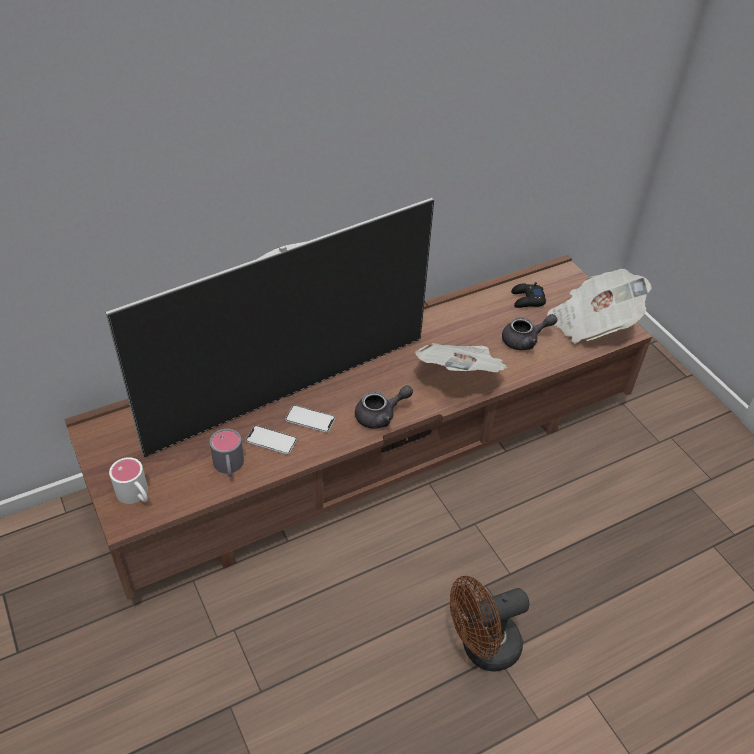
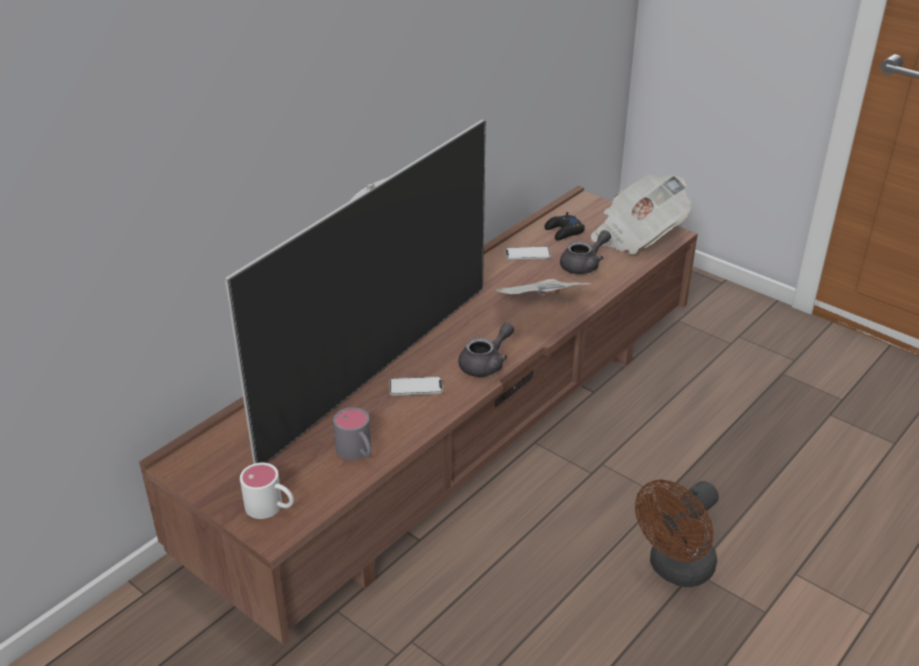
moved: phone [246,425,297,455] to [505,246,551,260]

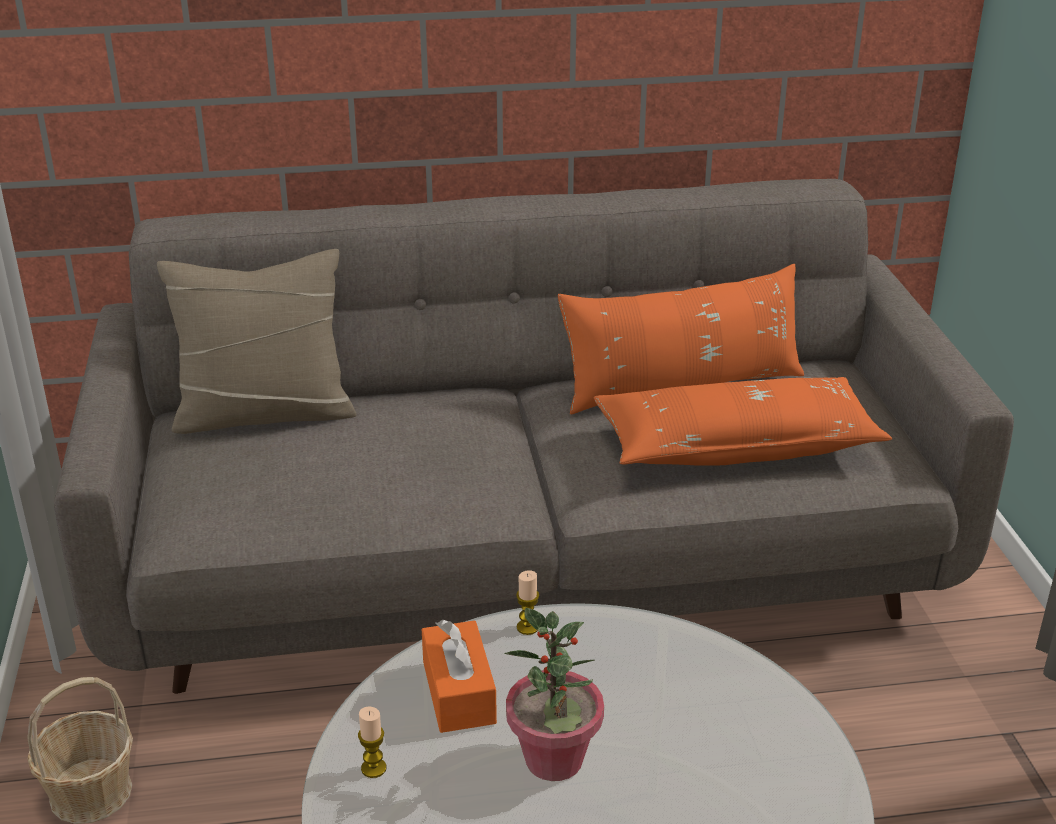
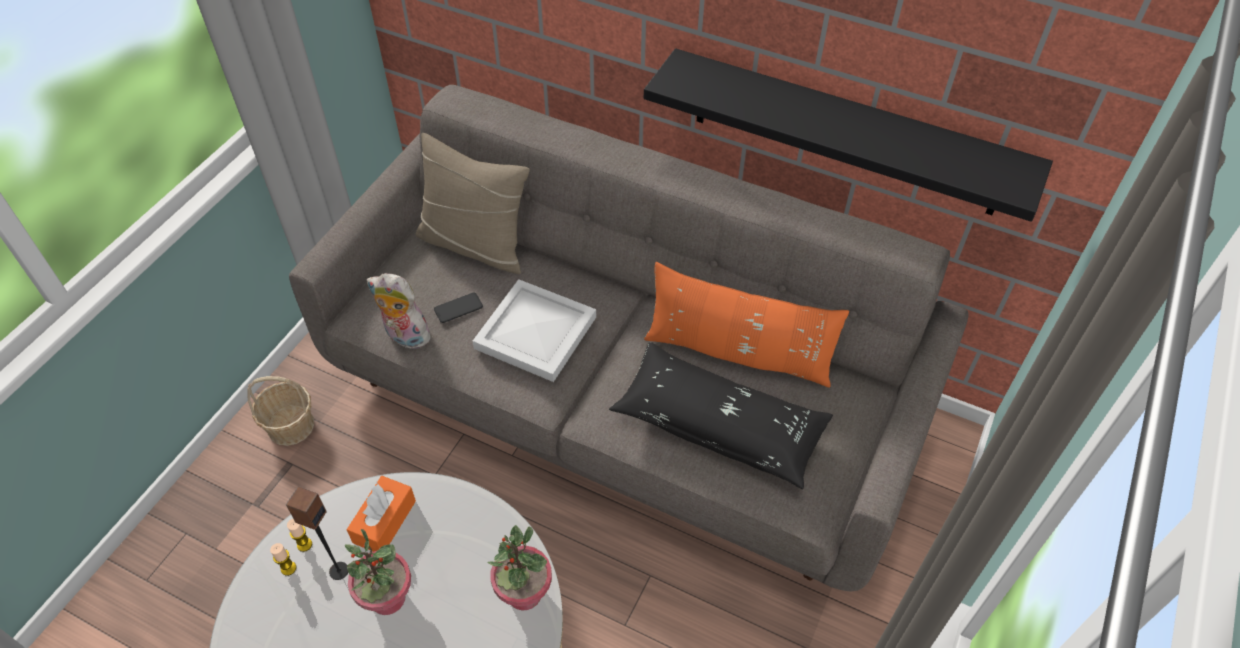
added: audio speaker [286,487,348,580]; soft toy [367,273,431,349]; phone [434,293,483,323]; carrying tray in white [472,279,596,382]; houseplant [487,525,552,610]; bracket shelf in blackish [644,48,1053,222]
moved: wax candle [516,570,539,635] to [270,543,296,576]
recoloured: throw pillow in orange [594,377,892,466] to throw pillow in blackish [609,342,833,489]

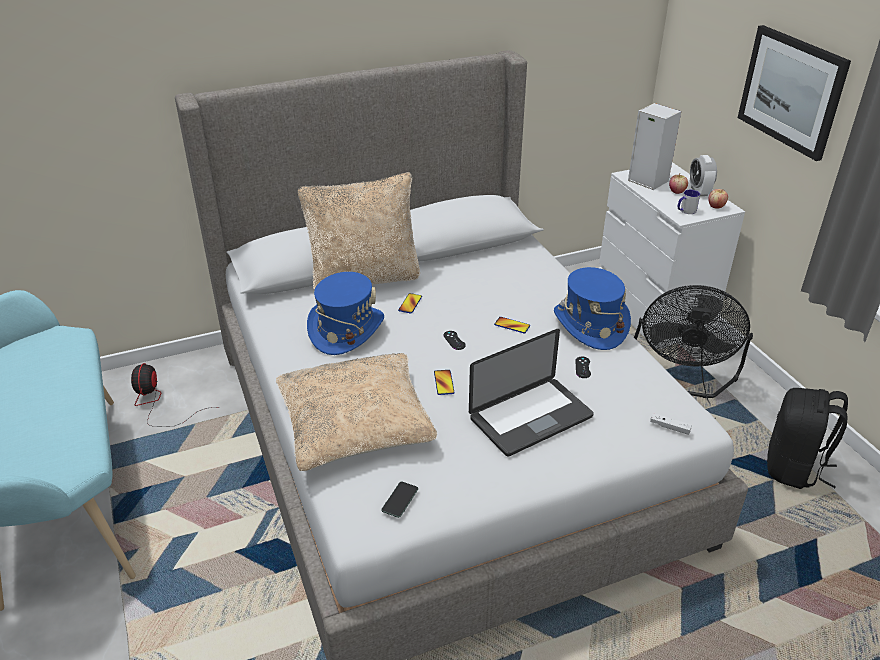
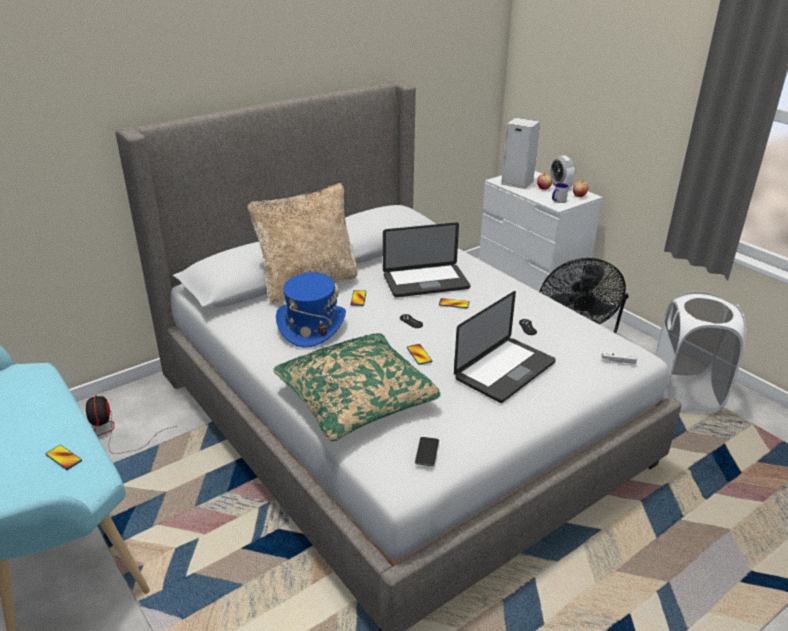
removed: wearable hat in bluish [554,267,631,350]; wall picture [738,25,851,161]
added: phone [45,445,82,470]; portable computer [383,222,471,297]
replaced: rucksack in blackish [767,388,848,489] to laundry basket in white [655,291,746,415]
recoloured: throw pillow in beige [276,353,437,471] to throw pillow in greenish [273,333,441,442]

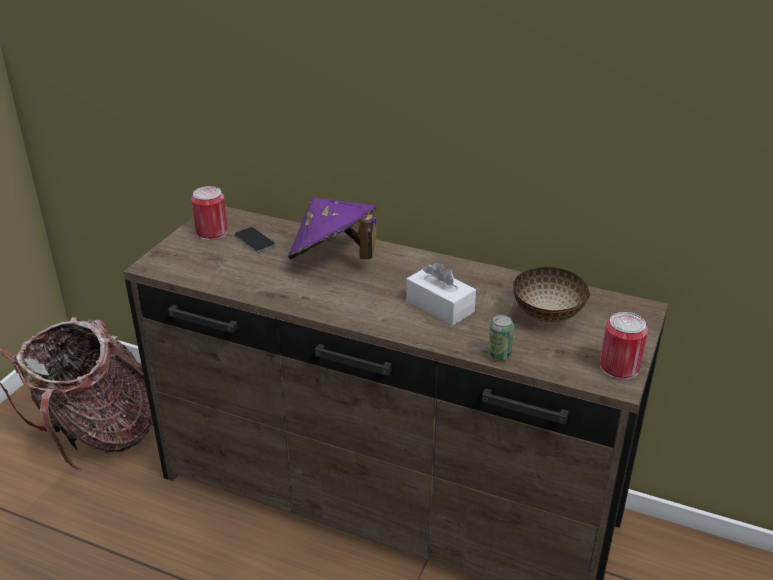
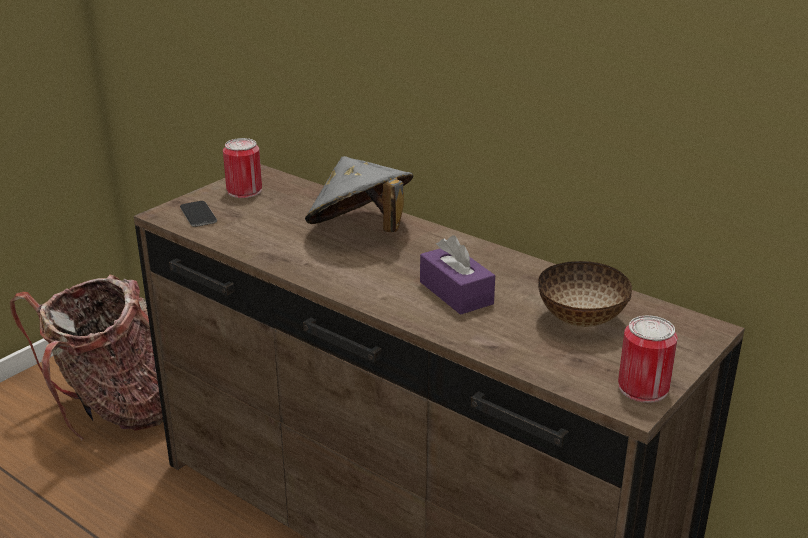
removed: metal can [488,315,514,361]
moved: phone [234,227,275,252] to [180,201,217,227]
recoloured: wearable hat in purplish [288,197,377,259] to wearable hat in gray [305,156,413,232]; box of tissues in white [406,261,476,326] to box of tissues in purplish [420,235,495,315]

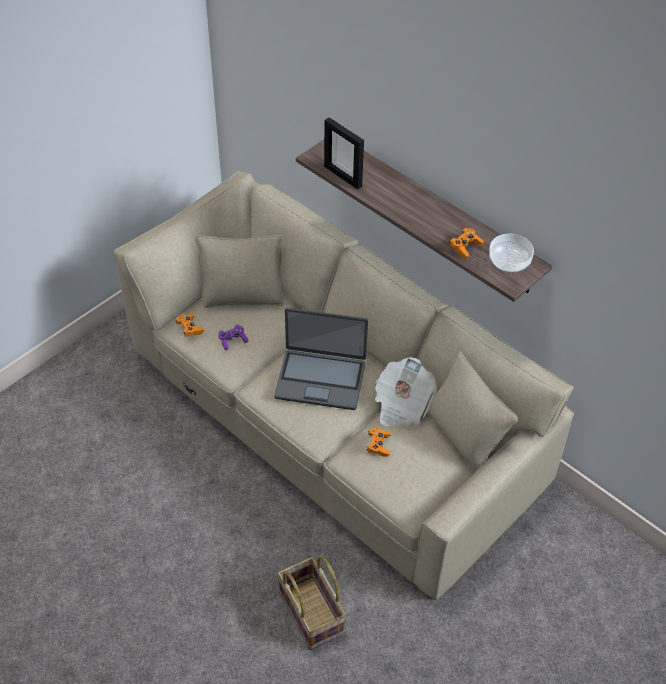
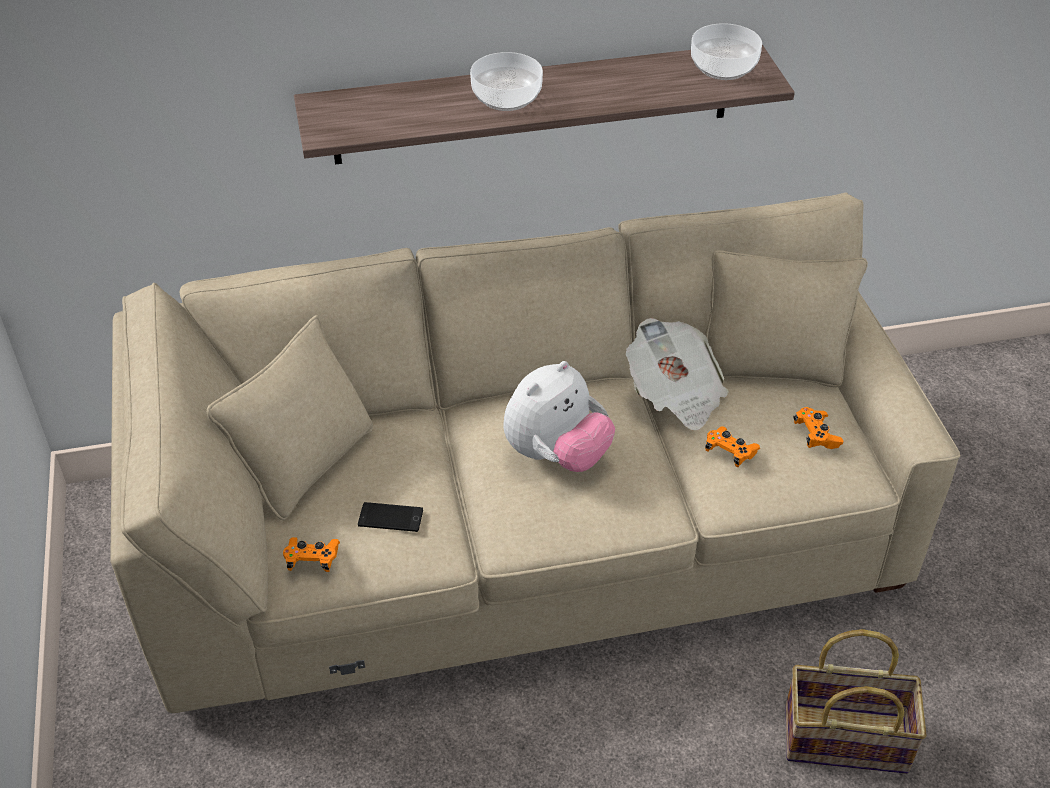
removed: standing frame [324,118,364,190]
added: bowl [470,52,543,111]
moved: joypad in orange [449,228,484,259] to [793,407,844,449]
replaced: joypad in purplish [218,325,249,350] to phone [358,502,423,532]; portable computer [274,308,368,410] to soft toy [503,361,615,472]

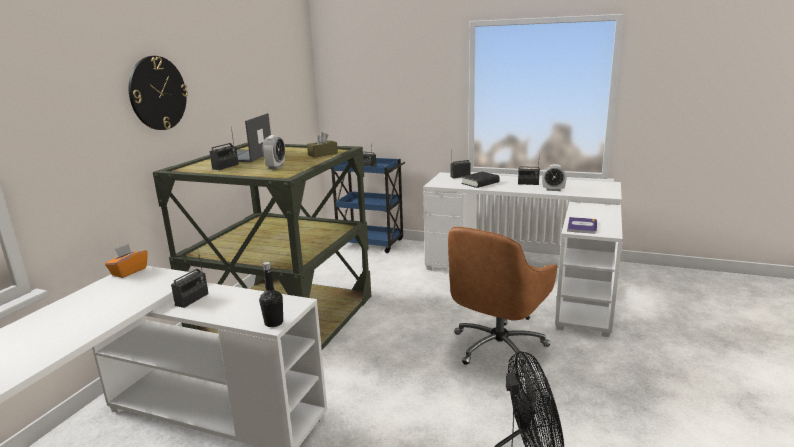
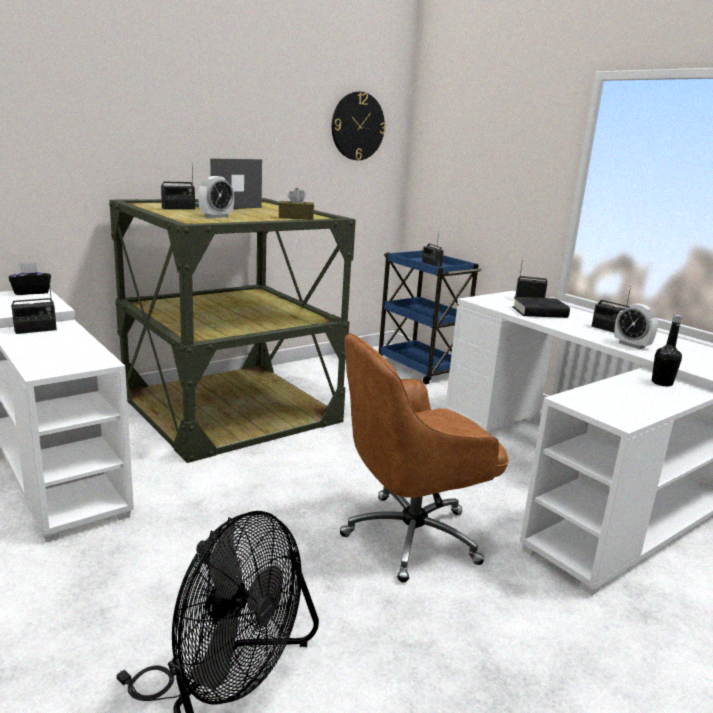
removed: book [567,217,597,234]
moved: clock on the wall [129,56,188,130] to [332,92,386,160]; beverage bottle in blackish [259,262,283,327] to [652,315,682,386]
recoloured: box of tissues in orange [105,244,148,278] to box of tissues in blackish [8,263,51,295]

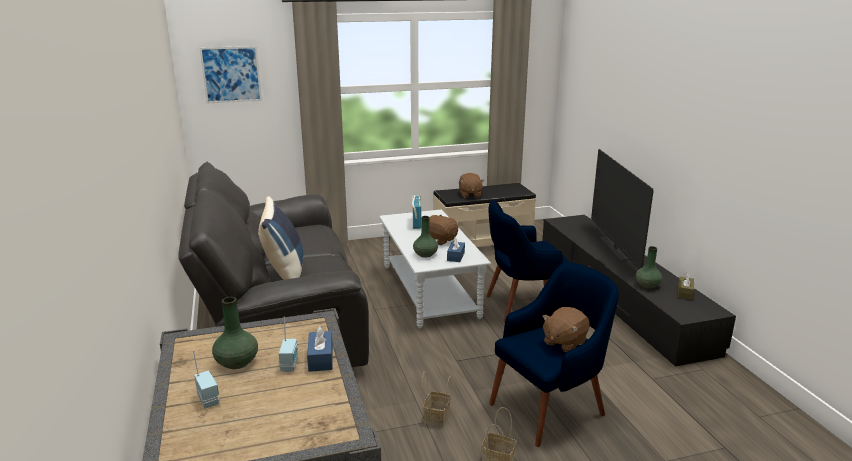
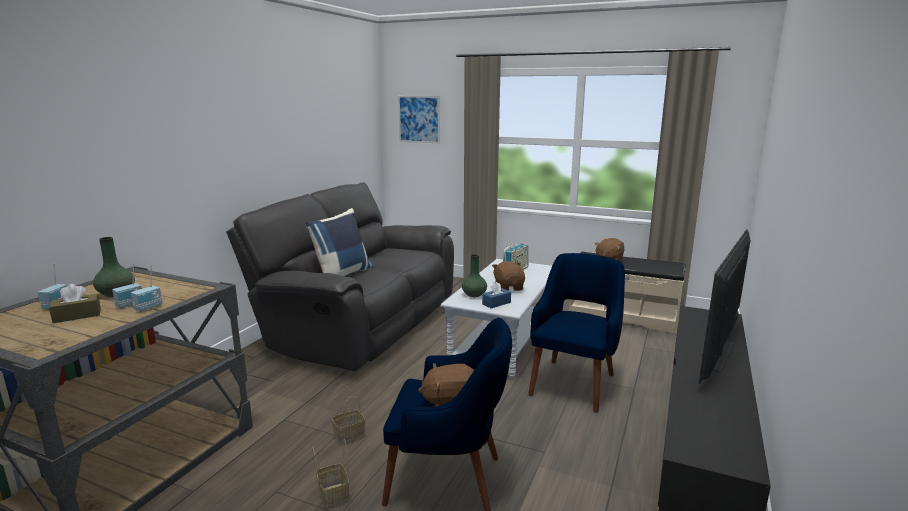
removed: vase in greenish [635,246,662,289]
moved: box of tissues in brown [678,273,694,300] to [49,284,101,323]
replaced: box of tissues in bluish [307,325,333,372] to radio [131,265,162,312]
turned: easy chair in bluish [486,199,570,322] = [528,253,625,413] 90 degrees clockwise

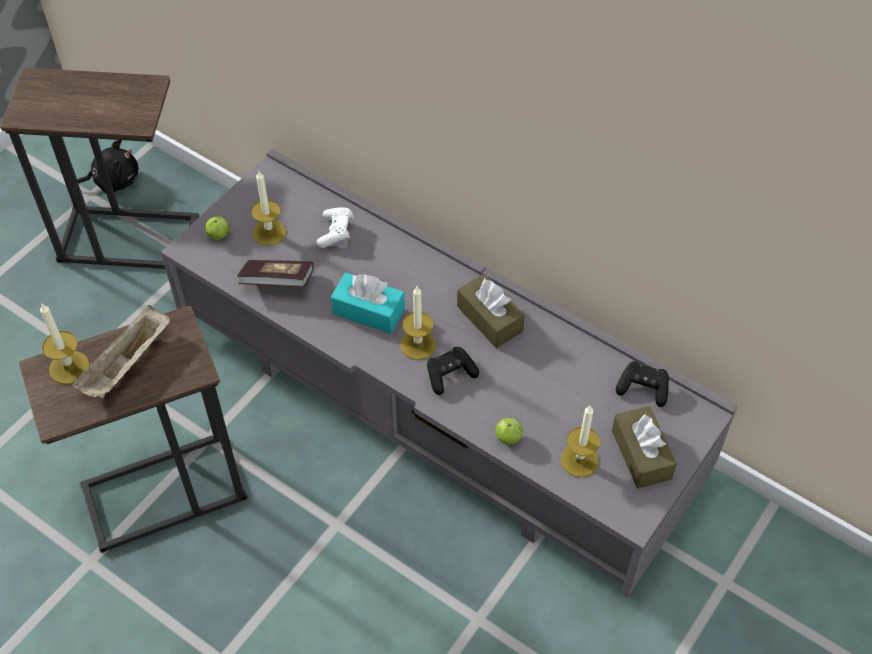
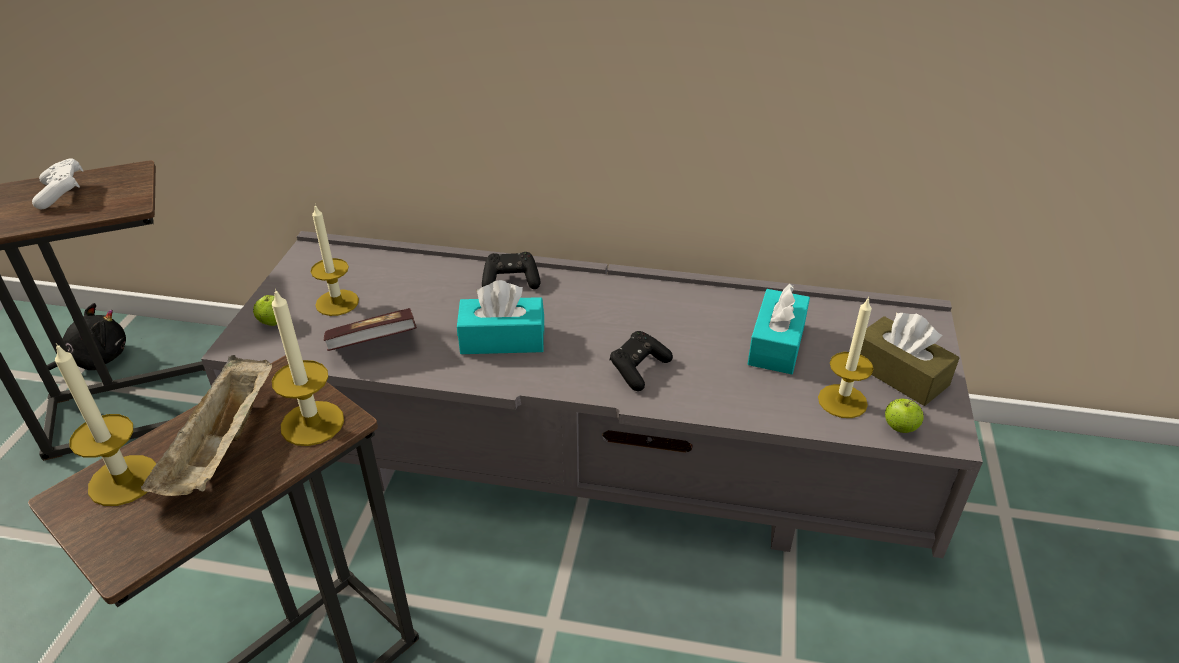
removed: box of tissues in brown [457,274,525,348]
added: box of tissues in blue-green [748,284,810,374]
moved: joypad in white [316,207,354,248] to [32,158,83,209]; wax candle [400,287,436,360] to [272,288,344,446]; apple fruit [495,418,523,444] to [885,399,924,433]; joypad in blackish [616,361,669,407] to [482,252,540,289]

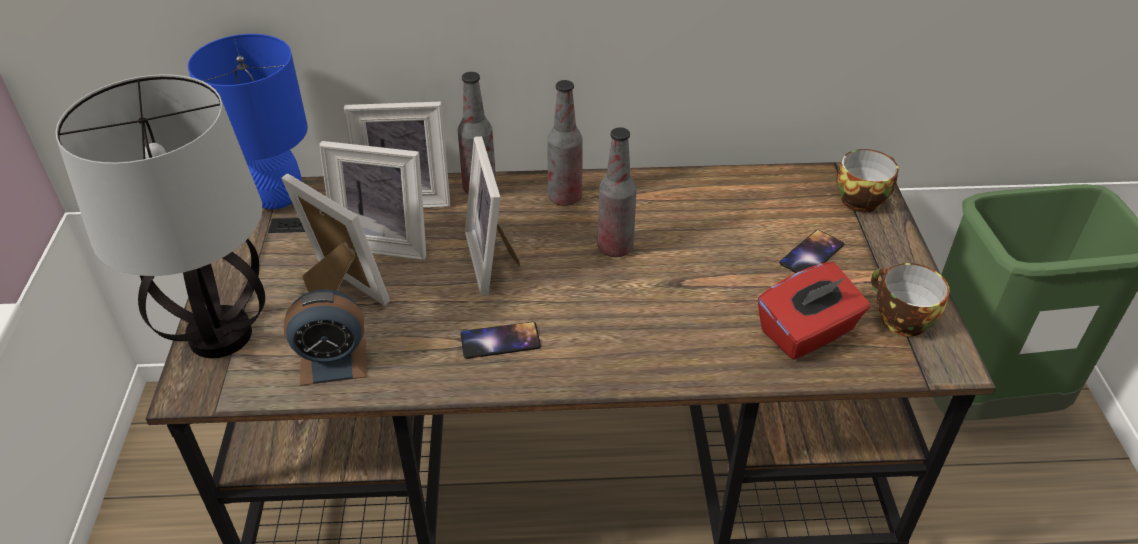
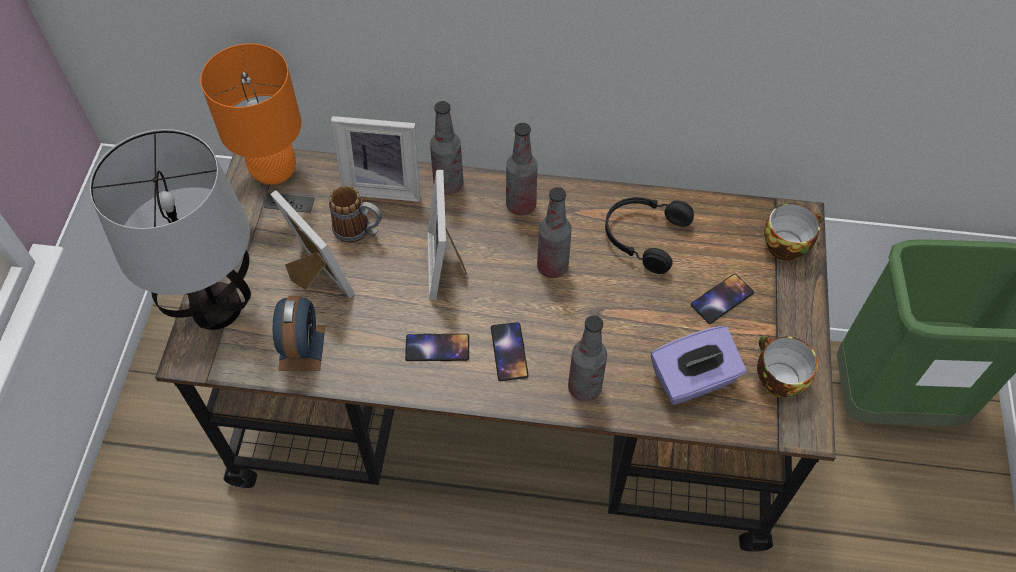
added: phone [491,322,529,381]; beverage bottle [568,315,607,401]; pair of headphones in blackish [605,197,694,274]
replaced: standing frame [319,141,426,260] to mug [329,185,382,243]
recoloured: table lamp in bluish [188,34,308,209] to table lamp in orange [200,43,301,185]; box of tissues in reddish [758,262,870,360] to box of tissues in purplish [651,326,746,405]
turned: bedside clock [284,290,367,386] = [273,296,325,371] 90 degrees counterclockwise

